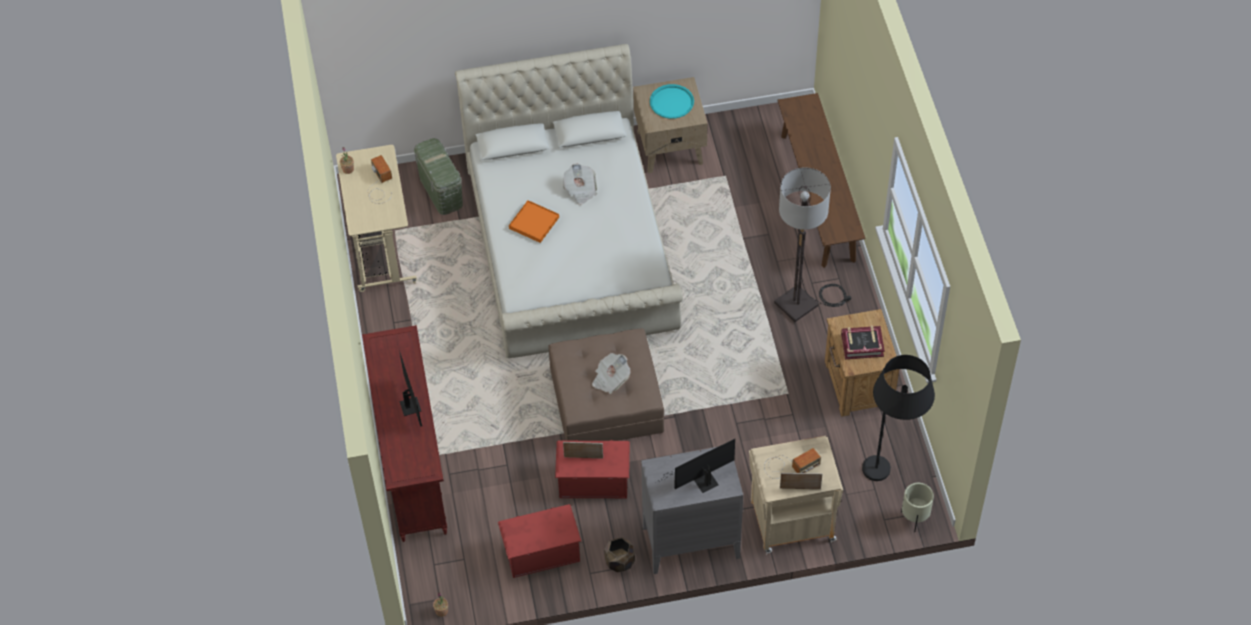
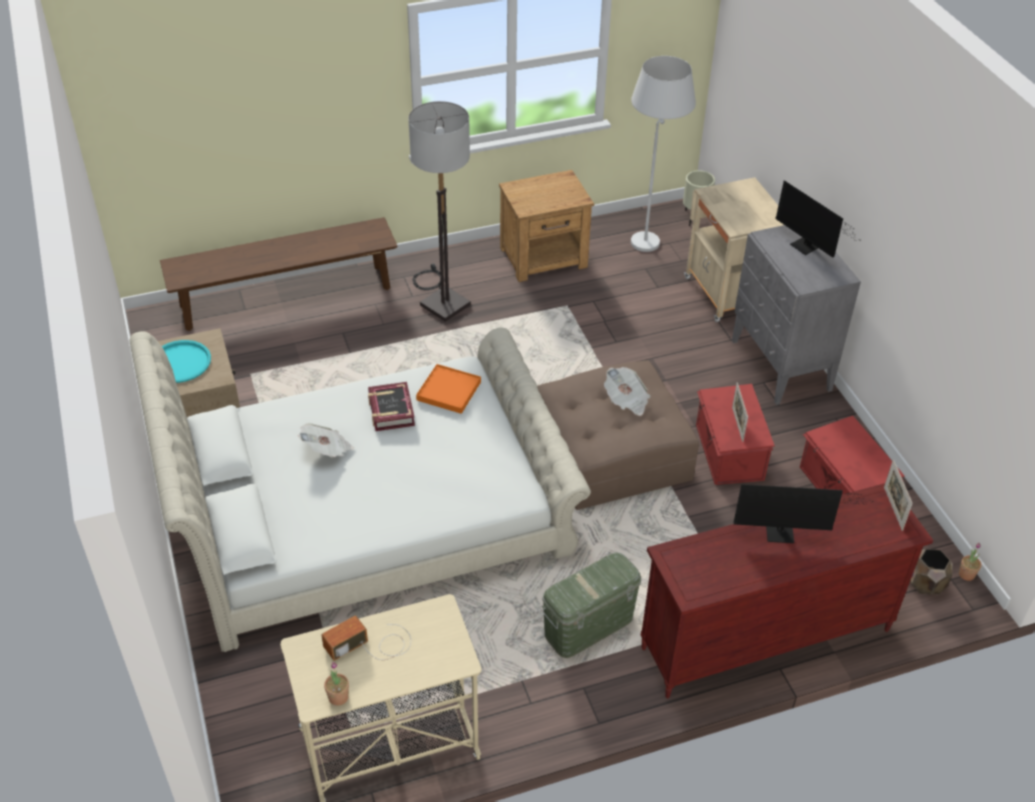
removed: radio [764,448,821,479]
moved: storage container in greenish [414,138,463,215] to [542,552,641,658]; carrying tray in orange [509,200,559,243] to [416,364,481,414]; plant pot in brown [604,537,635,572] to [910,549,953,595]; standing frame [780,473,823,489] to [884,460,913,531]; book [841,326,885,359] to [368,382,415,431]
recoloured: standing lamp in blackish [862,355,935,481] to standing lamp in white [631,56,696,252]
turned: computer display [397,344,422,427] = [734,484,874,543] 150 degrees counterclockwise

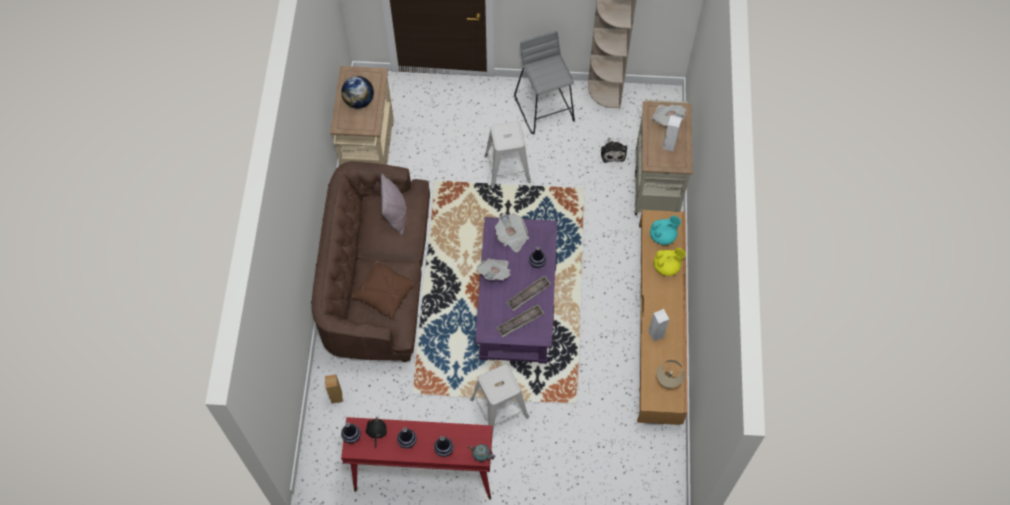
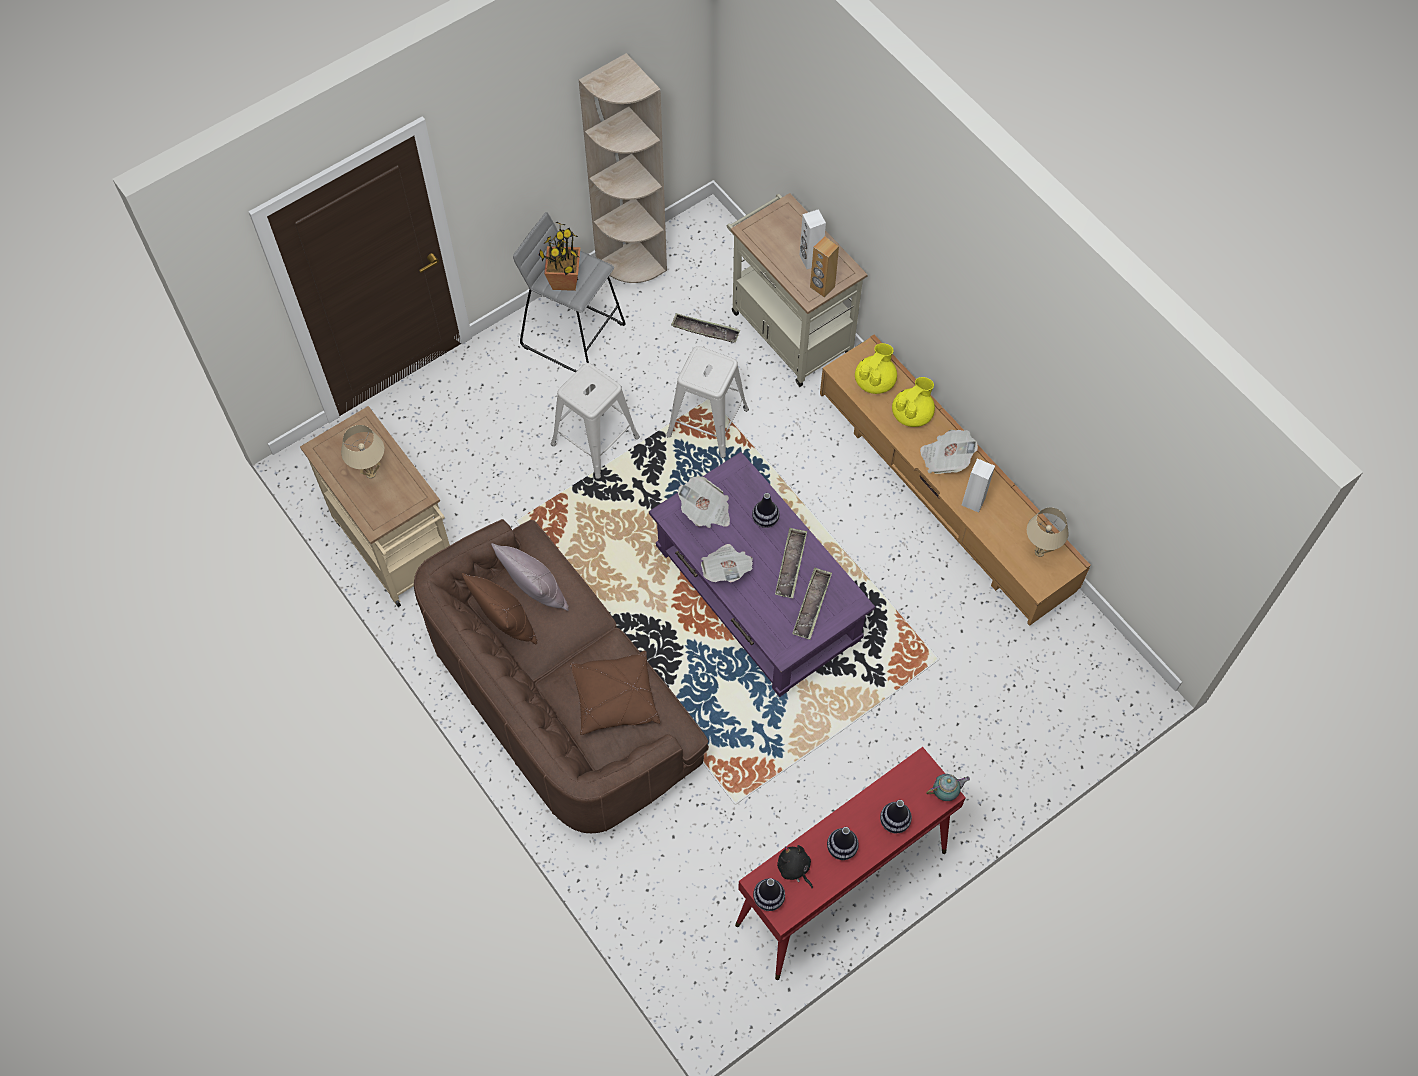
added: throw pillow in brown [462,573,537,644]; houseplant [539,222,580,291]
moved: audio speaker in brown [325,375,343,403] to [810,236,839,297]; sitting stool in white [470,365,529,433] to [666,346,749,458]; newspaper [651,104,686,126] to [920,430,978,474]
replaced: globe [341,76,374,109] to table lamp in beige [341,425,384,478]; soft toy [601,138,627,163] to carrying tray [671,313,740,342]
recoloured: teapot in blue-green [650,216,681,245] to teapot in yellowish [855,343,897,394]

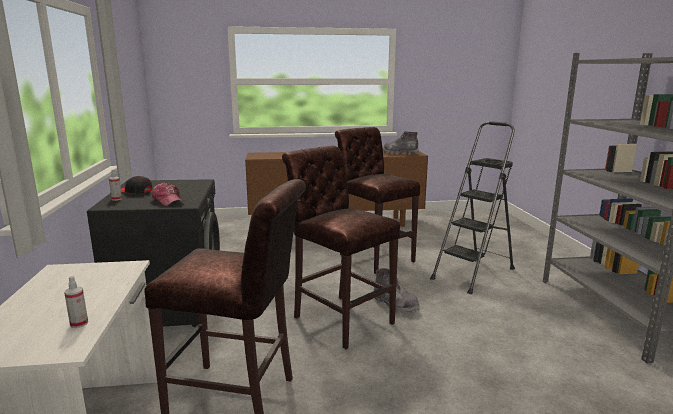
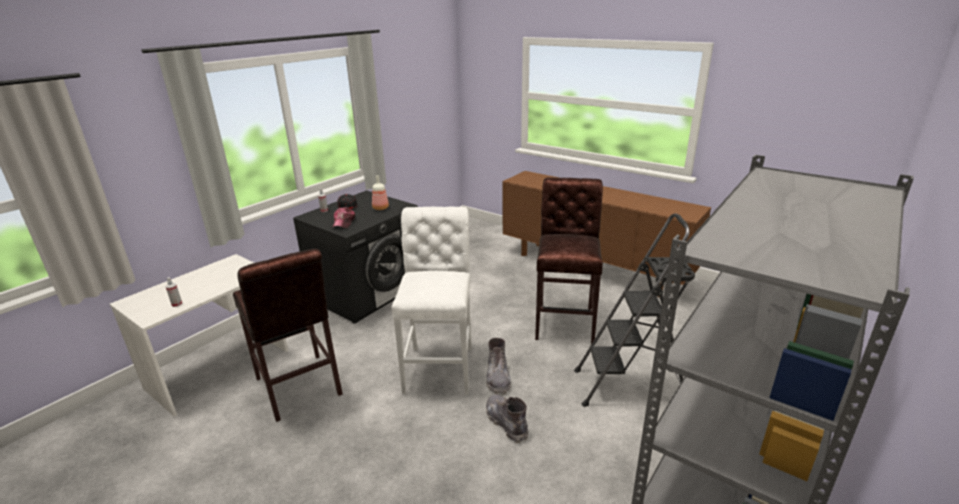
added: beverage bottle [372,175,389,210]
moved: boot in gray [383,131,419,155] to [486,395,528,443]
recoloured: sitting stool in brown [282,146,400,349] to sitting stool in white [392,207,472,395]

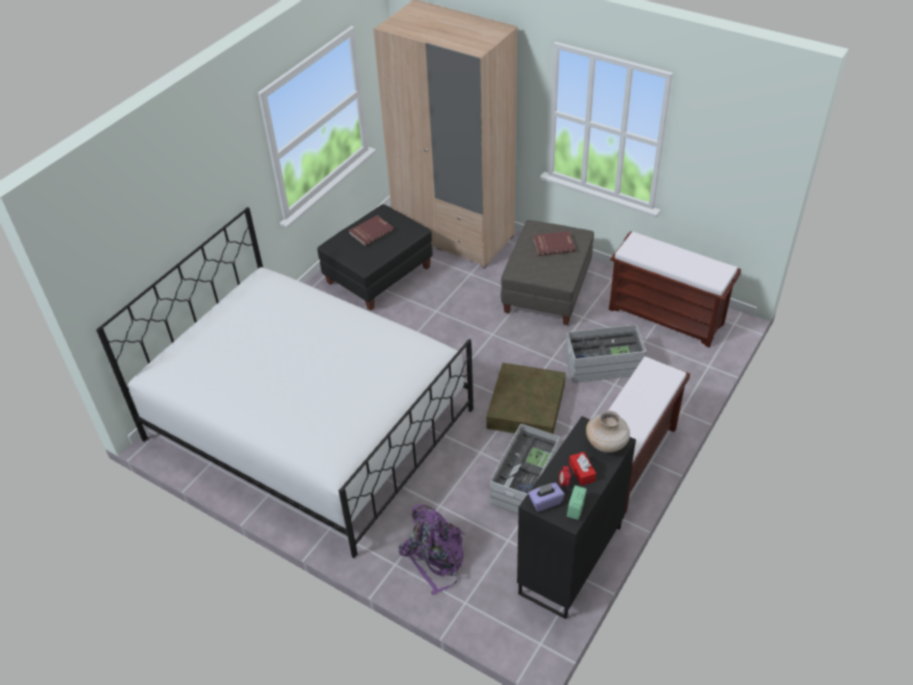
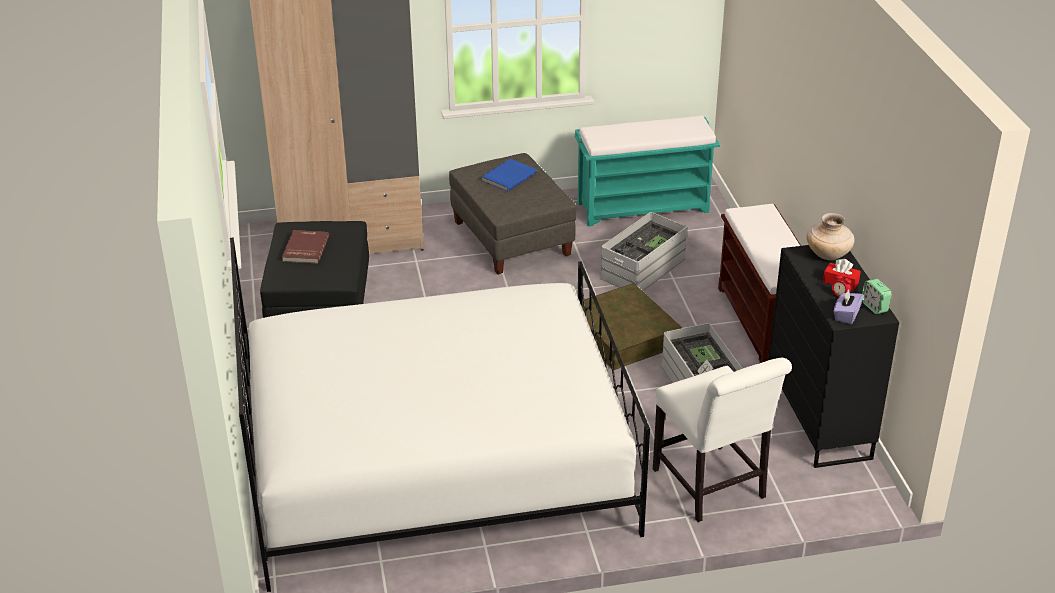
replaced: rucksack in purplish [399,504,465,595] to upright chair in white [653,358,792,522]
recoloured: book in reddish [533,231,575,256] to book in bluish [482,159,537,192]; long seat in brown [609,231,741,348] to long seat in blue-green [575,115,720,226]

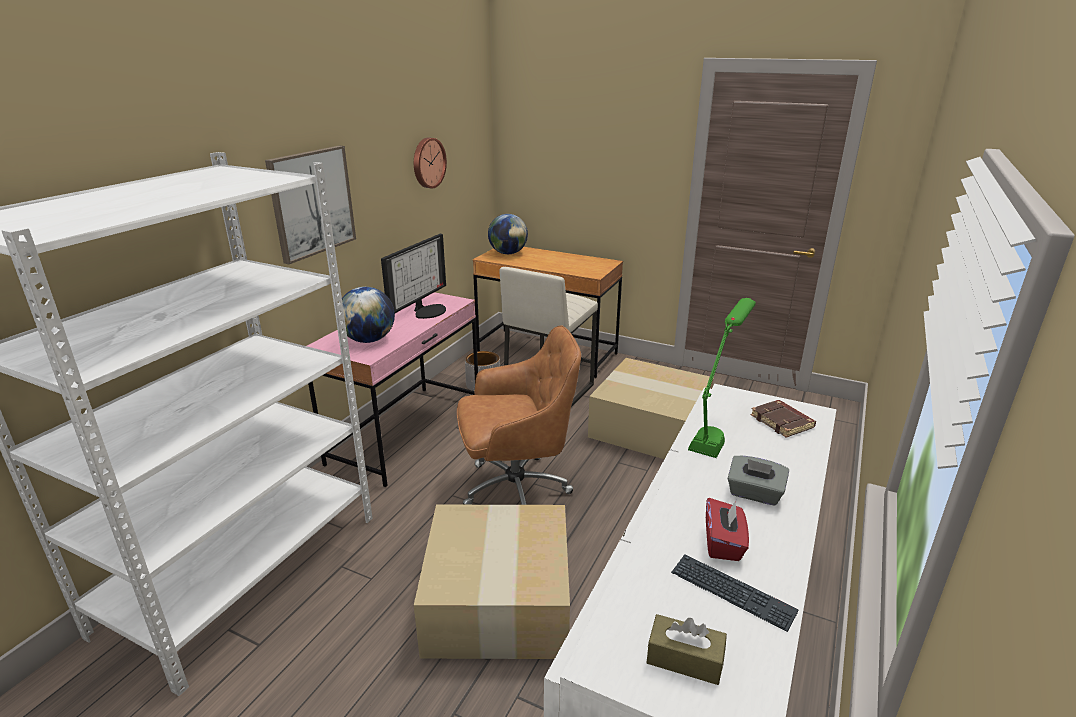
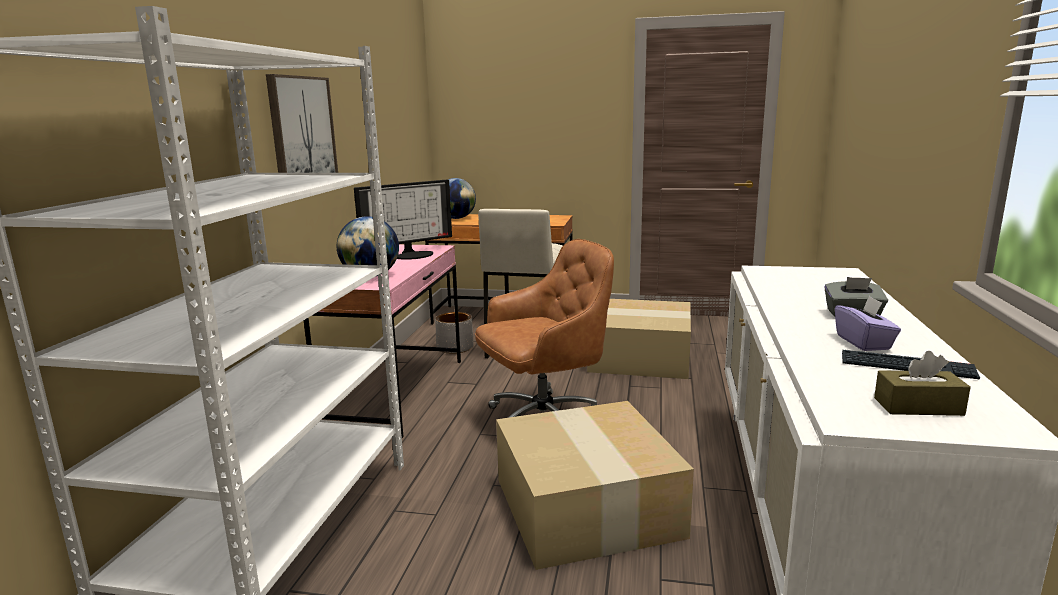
removed: clock on the wall [414,138,447,188]; table lamp in greenish [688,298,756,458]; book in brown [750,400,816,438]
recoloured: box of tissues in reddish [706,498,749,561] to box of tissues in purplish [835,296,901,351]
turned: computer display [381,234,446,319] = [354,180,452,260] 45 degrees clockwise

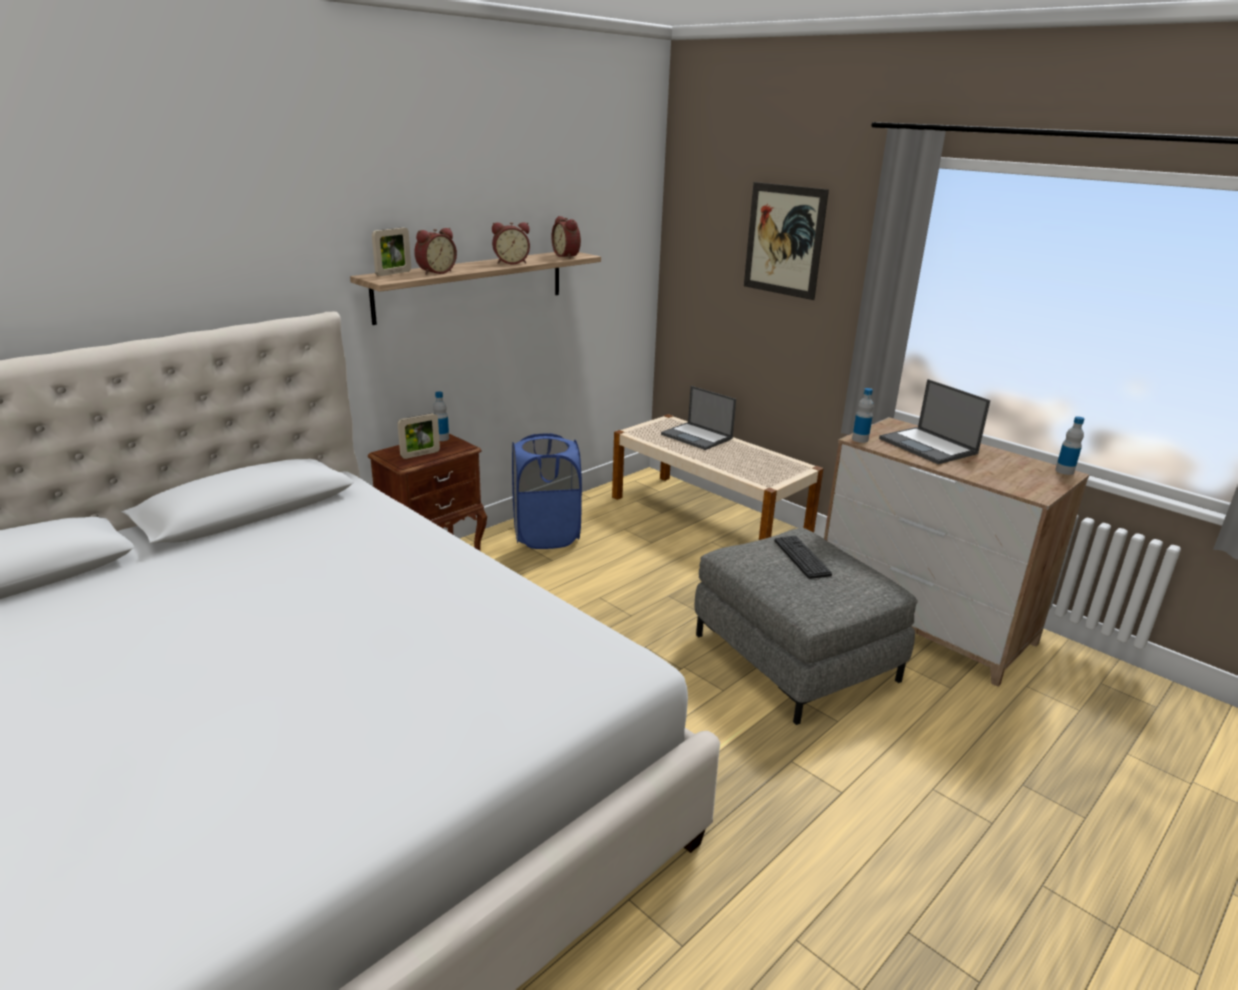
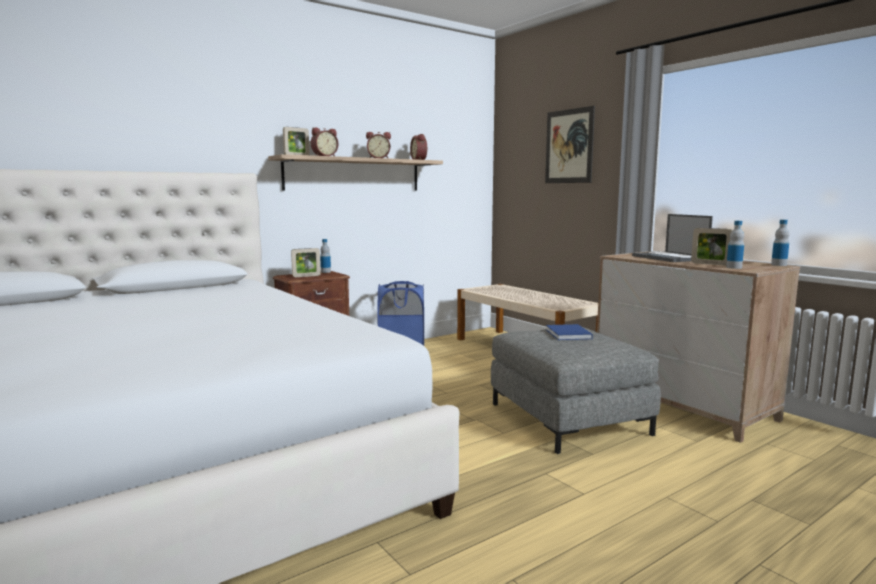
removed: portable computer [661,386,736,450]
added: standing frame [691,228,733,266]
moved: beverage bottle [852,388,873,443] to [726,221,744,269]
replaced: PC keyboard [775,536,832,579] to book in bluish [546,324,593,340]

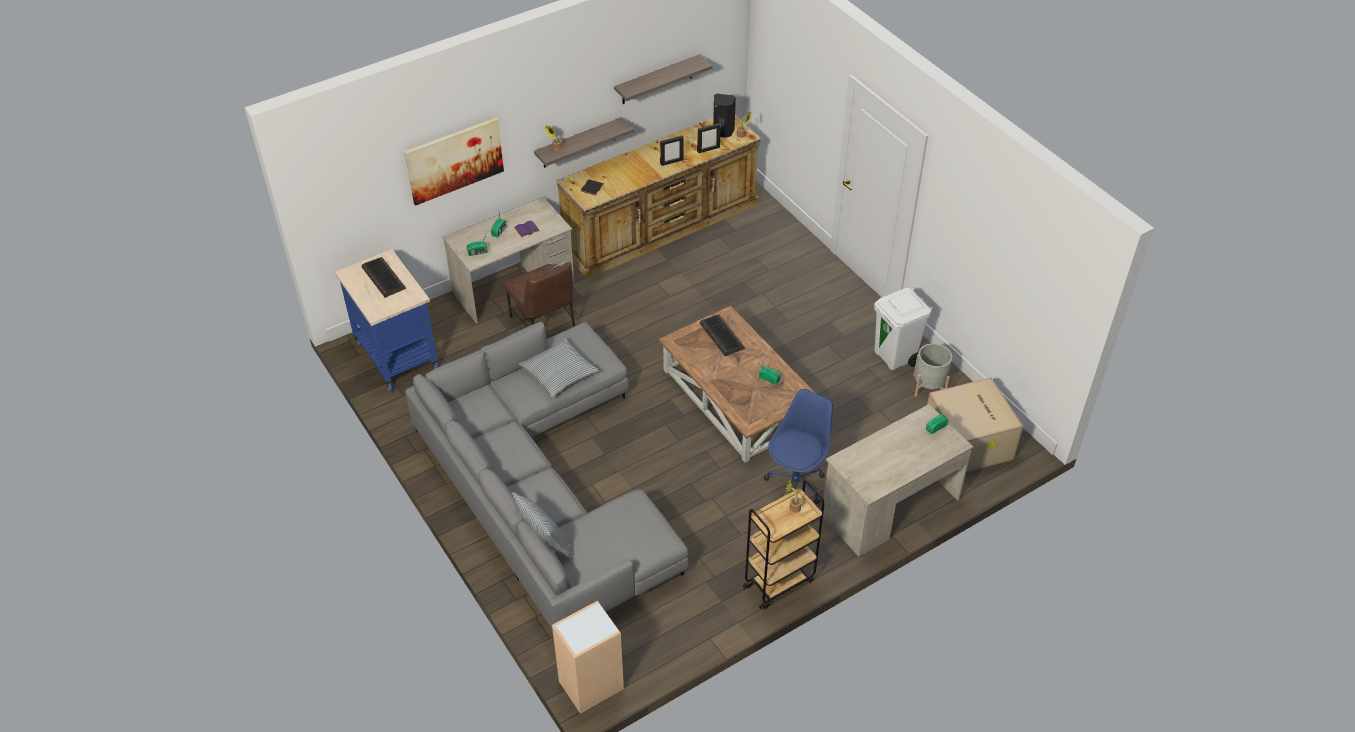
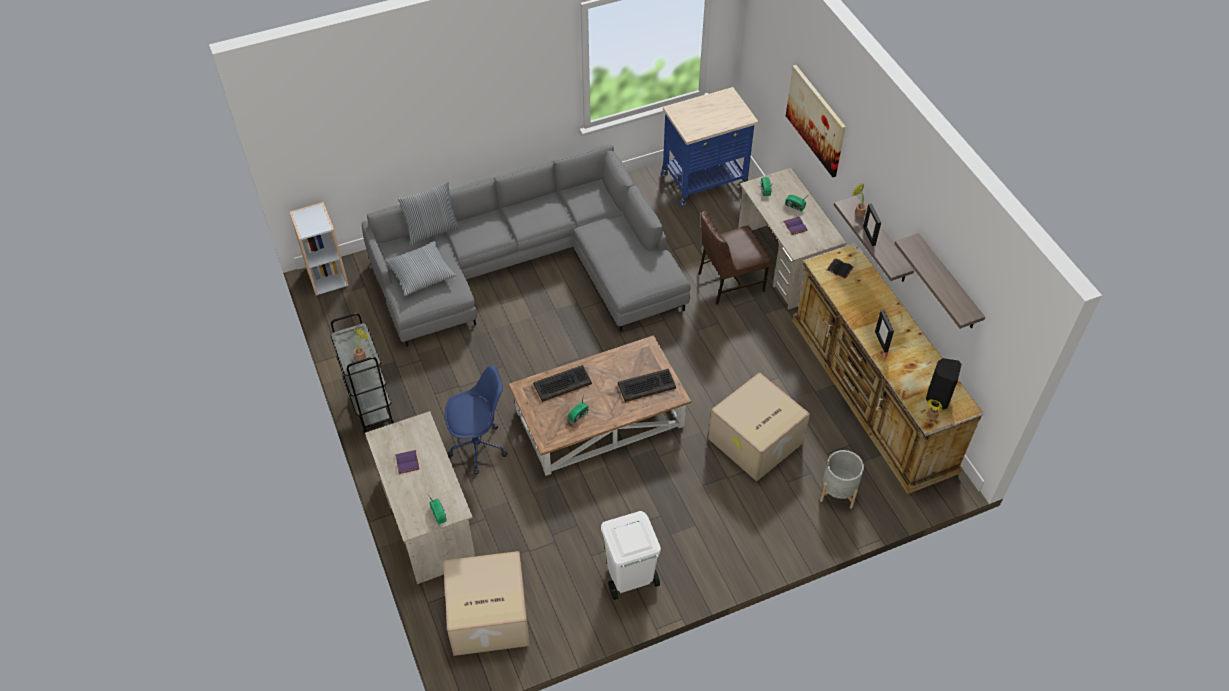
added: book in purplish [395,450,419,474]; carton [708,372,810,482]
moved: PC keyboard [362,257,406,298] to [533,365,592,402]; throw pillow [519,338,599,397] to [385,241,457,296]; standing frame [697,123,721,153] to [863,204,881,246]; plant pot in gray [913,343,952,397] to [820,450,864,509]
recoloured: wheeled cart in brown [742,480,825,609] to wheeled cart in gray [331,313,394,436]
turned: computer chair in bluish [763,389,833,504] = [445,365,508,474] 60 degrees counterclockwise

